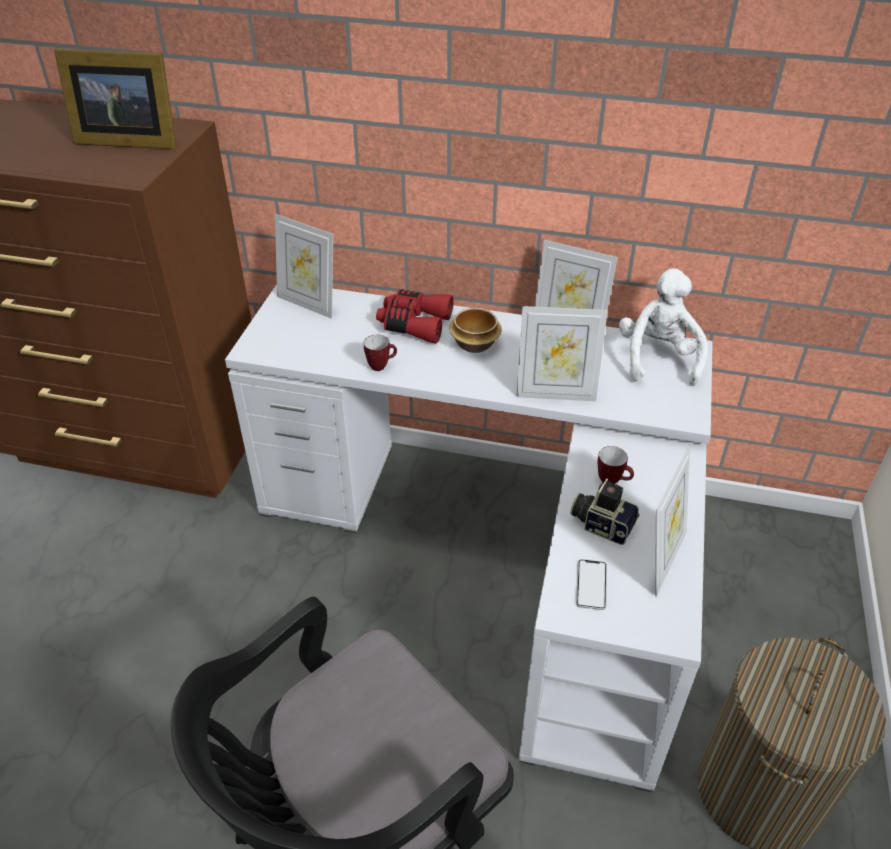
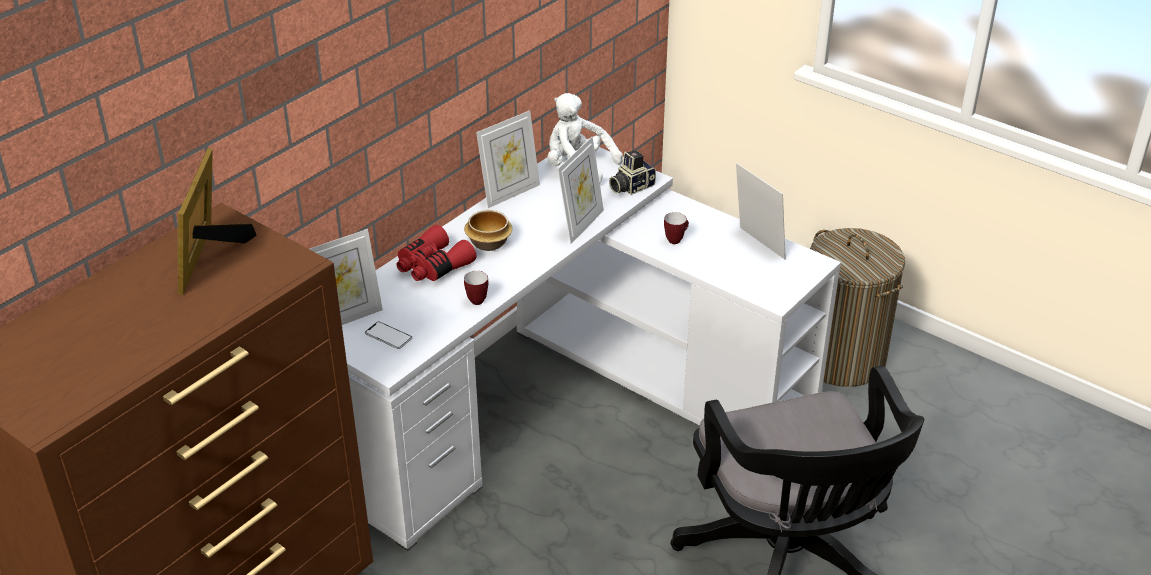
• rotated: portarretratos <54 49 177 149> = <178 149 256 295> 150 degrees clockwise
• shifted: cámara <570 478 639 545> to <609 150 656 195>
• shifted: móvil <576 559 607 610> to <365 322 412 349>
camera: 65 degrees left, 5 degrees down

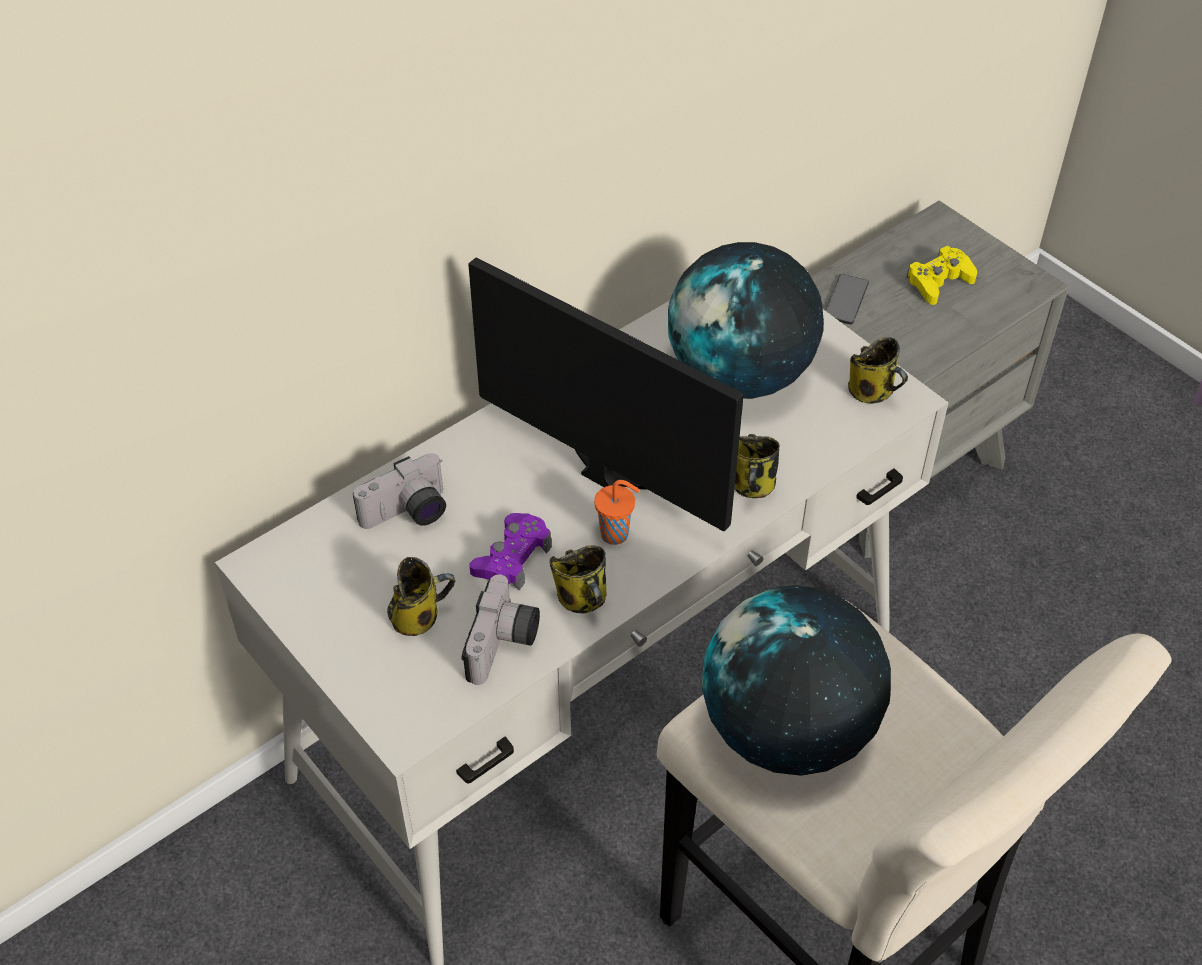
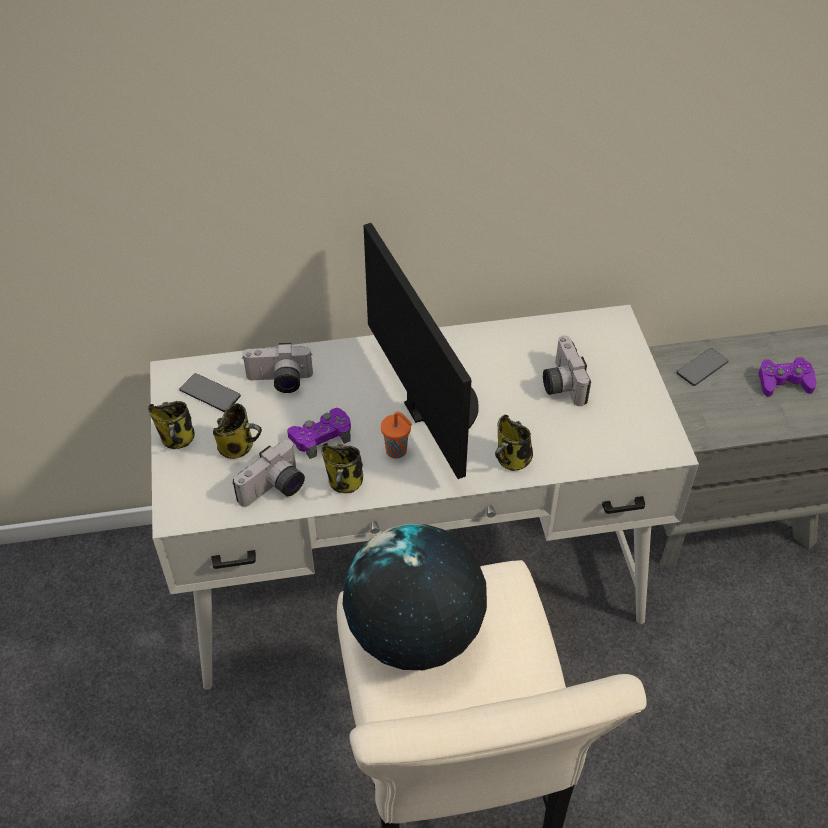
• swapped: globo terráqueo <668 242 824 399> to cámara <543 335 591 406>
• repainted: mando de consola/amarillo <906 246 977 305> to mando de consola/morado <758 357 817 397>
• shifted: taza grande <848 337 908 404> to <148 401 194 449>
• new: móvil <180 373 241 412>
camera: 30 degrees right, 0 degrees up

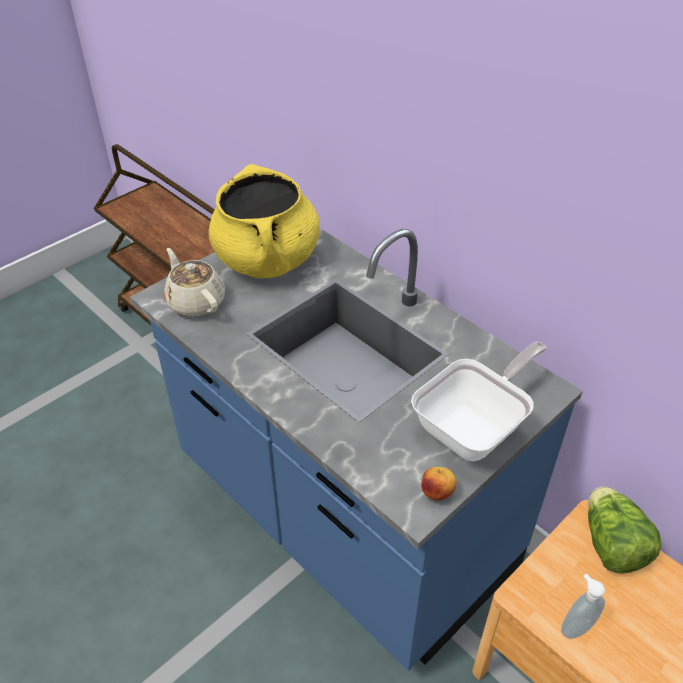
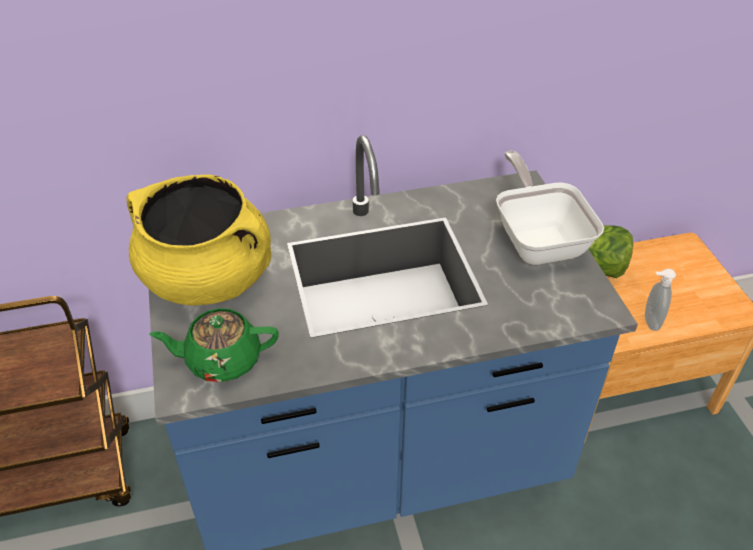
• repainted: tetera/beis <164 248 225 316> to tetera/verde <149 308 279 382>
• gone: manzana <421 467 457 501>
camera: 60 degrees left, 0 degrees up

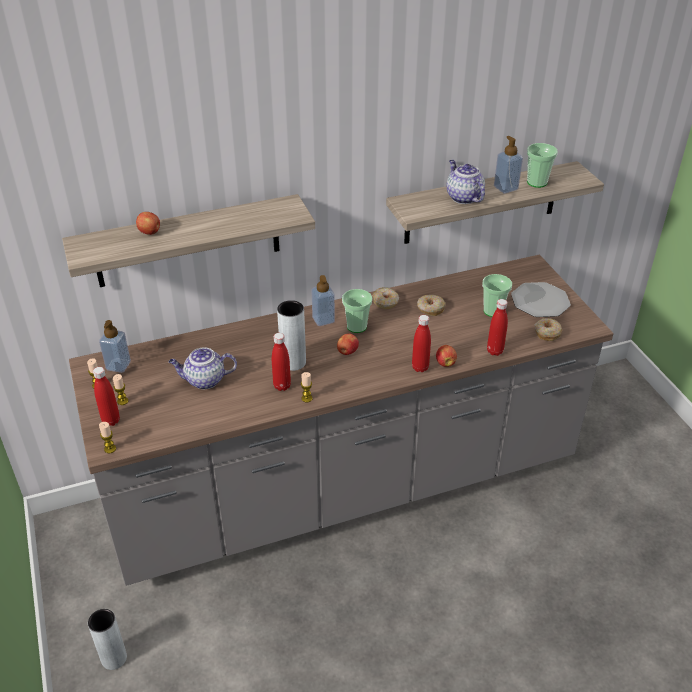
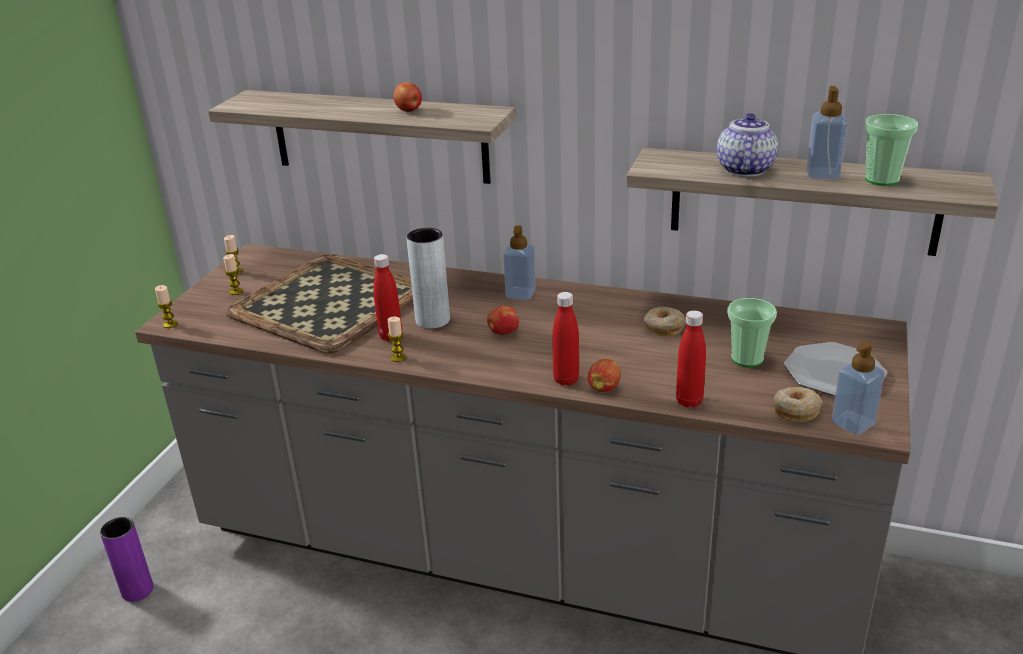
• shifted: manzana <136 212 160 235> to <393 82 422 112>
• gone: rosquilla <373 287 399 309>
• gone: taza <342 289 372 333>
• shifted: dispensador de jabón <99 320 131 373> to <831 342 885 435>
• swapped: tetera <169 348 237 389> to bandeja <226 254 413 353>
• gone: botella/rojo <93 367 120 426>
• repainted: florero/gris <88 609 127 670> to florero/morado <100 517 154 602>
camera: 40 degrees right, 10 degrees down

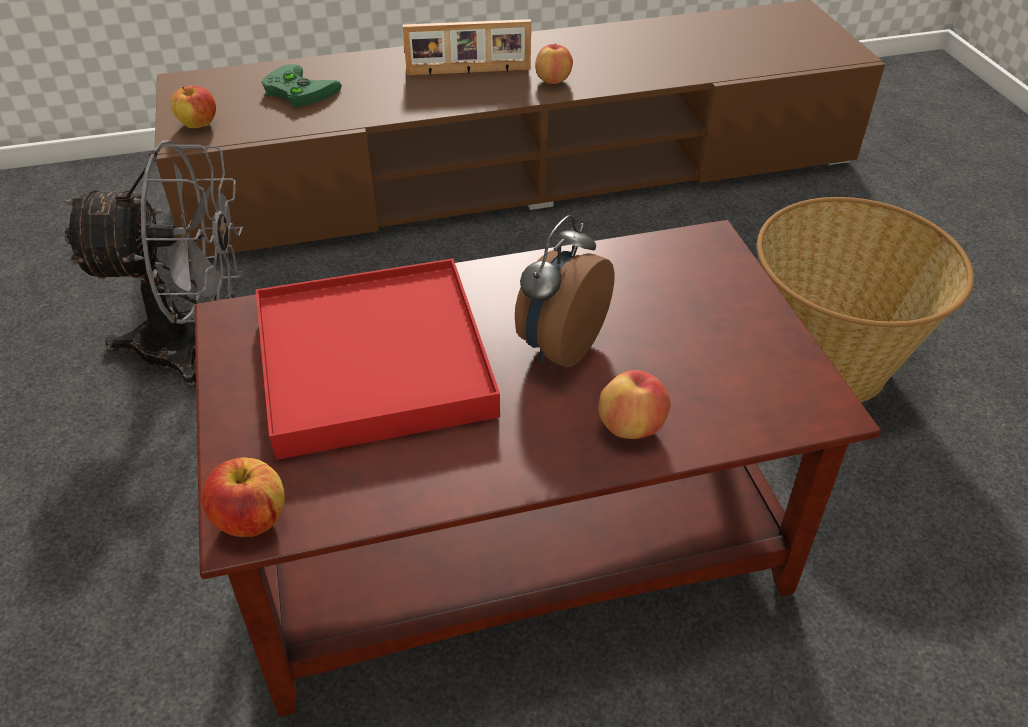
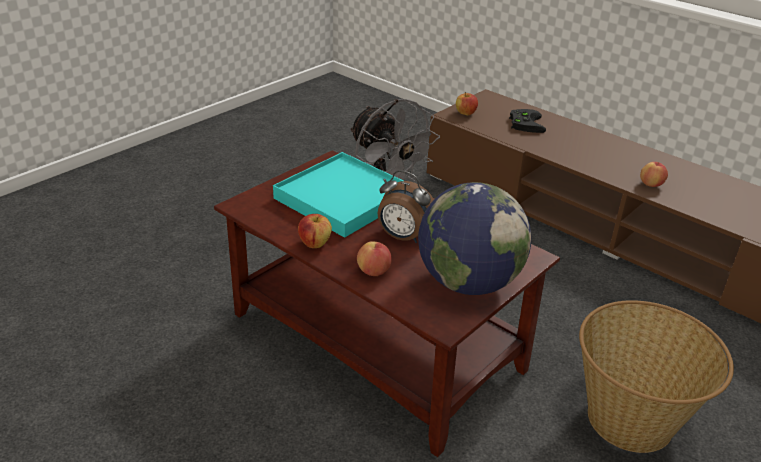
• gone: portarretratos <403 19 531 75>
• repainted: mando de consola/verde <261 64 342 108> to mando de consola/negro <509 109 546 133>
• rotated: despertador <515 215 615 367> = <378 170 434 243> 150 degrees counterclockwise
• repainted: bandeja/rojo <256 259 500 460> to bandeja/turquesa <273 152 403 238>
• shifted: manzana <202 457 285 537> to <298 214 332 248>
• new: globo terráqueo <418 182 531 295>
camera: 55 degrees right, 10 degrees down

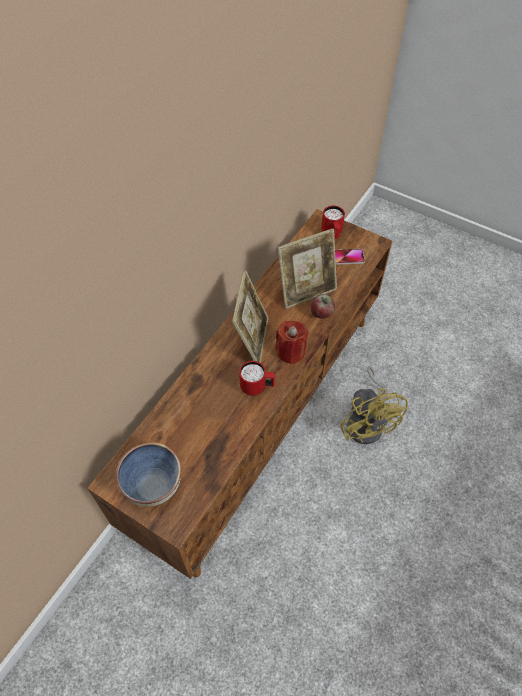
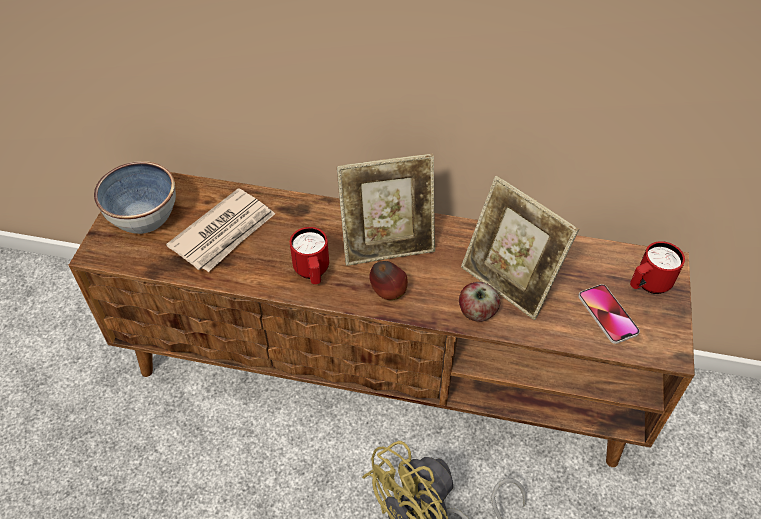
• swapped: vela/rojo <275 321 309 364> to manzana <369 261 408 300>
• new: periódico <166 188 275 272>
camera: 70 degrees right, 5 degrees down

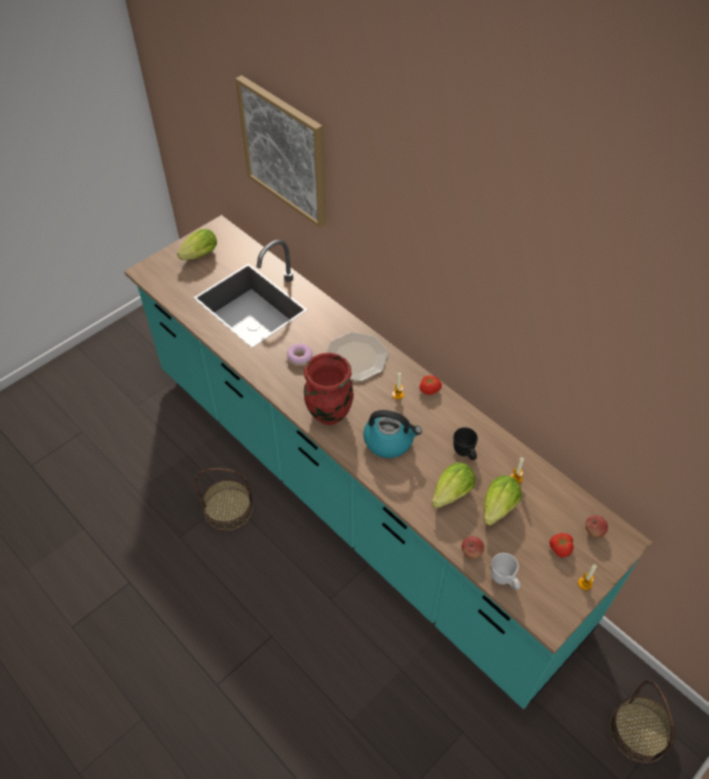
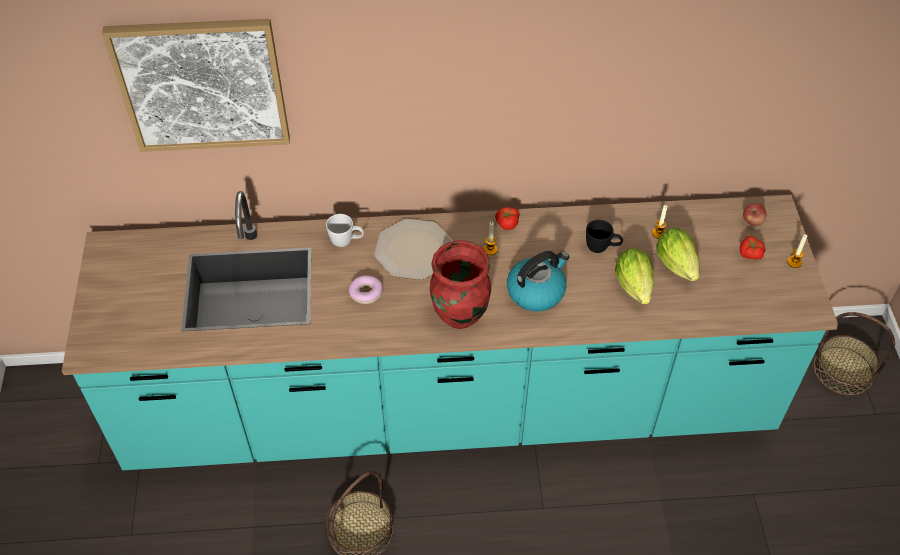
• gone: lechuga <177 229 217 260>
• gone: manzana <461 536 484 559>
• shifted: taza grande/blanco <491 553 521 590> to <326 214 364 247>
camera: 50 degrees left, 0 degrees up

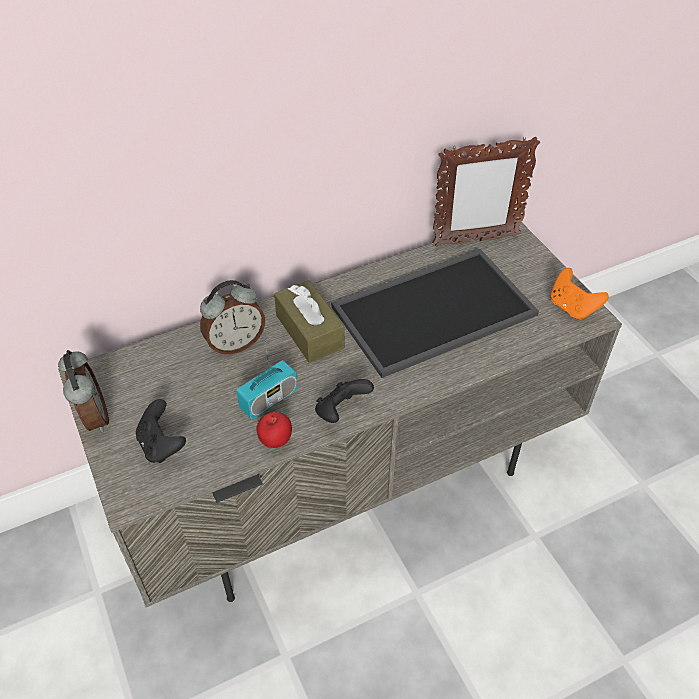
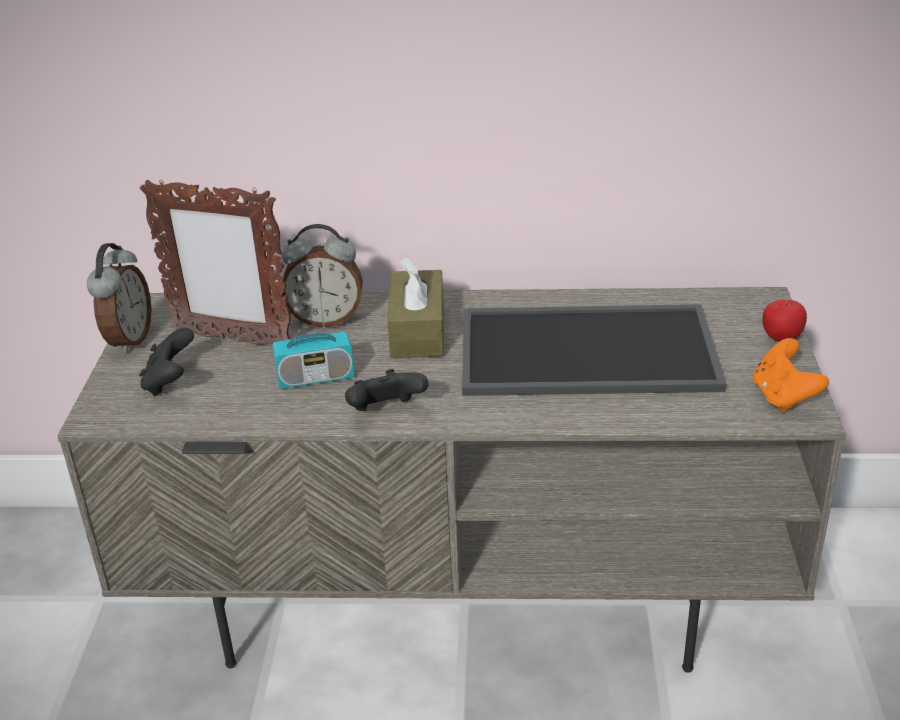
• shifted: portarretratos <432 136 540 247> to <140 179 291 345>
• shifted: manzana <256 412 292 448> to <762 300 807 342>
camera: 30 degrees right, 15 degrees down

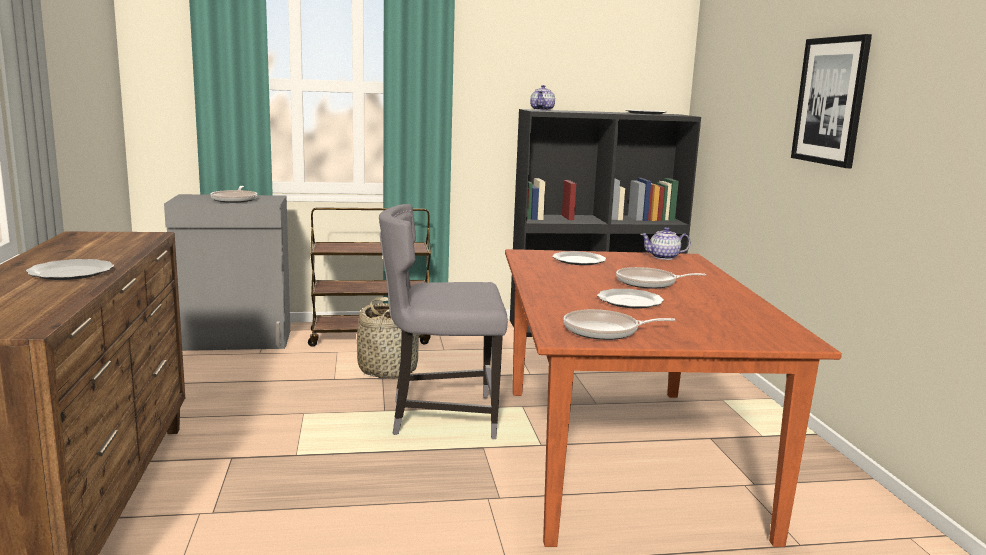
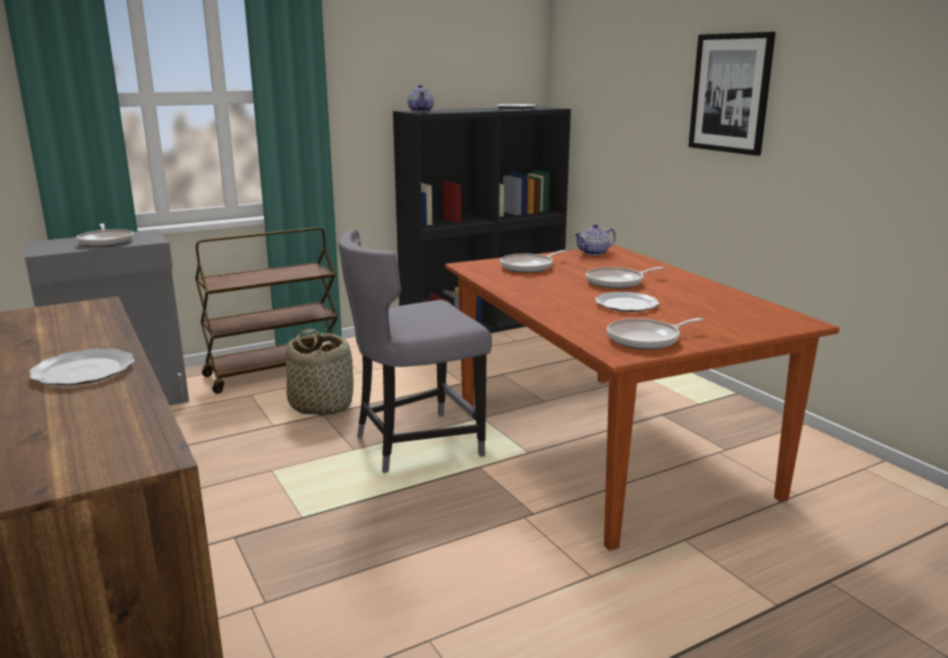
• swapped: plato <552 251 606 265> to sartén <500 250 566 273>
camera: 20 degrees left, 5 degrees up

